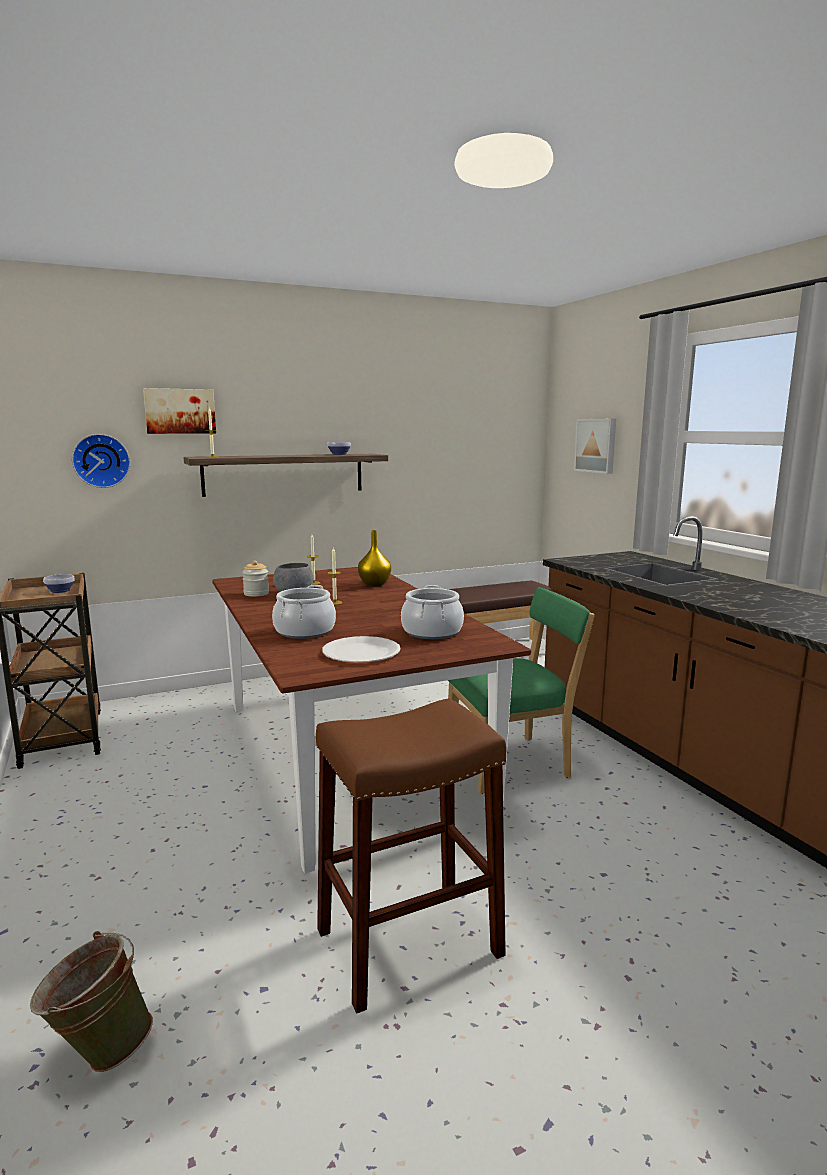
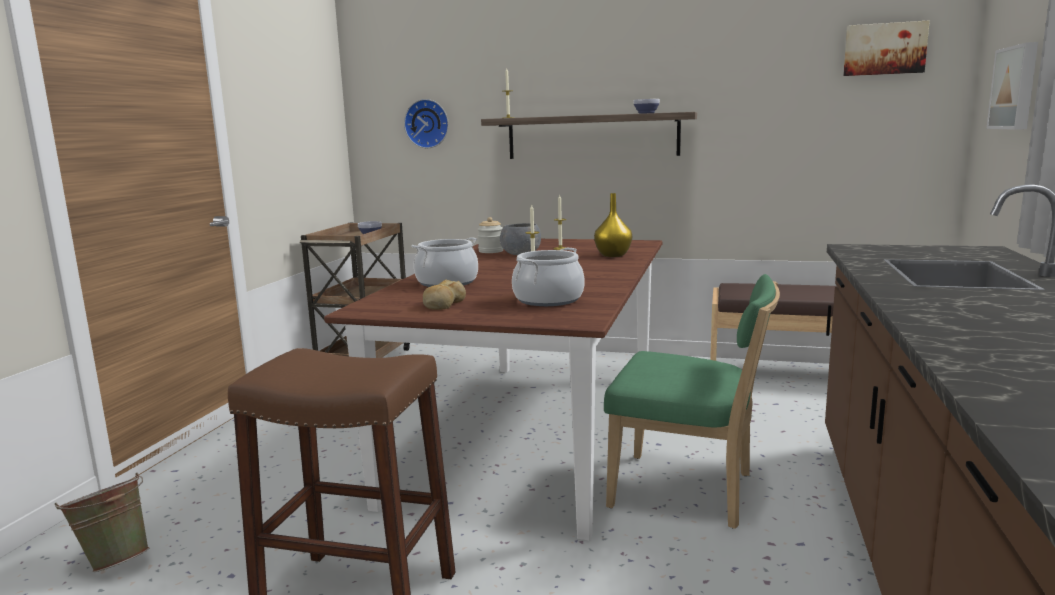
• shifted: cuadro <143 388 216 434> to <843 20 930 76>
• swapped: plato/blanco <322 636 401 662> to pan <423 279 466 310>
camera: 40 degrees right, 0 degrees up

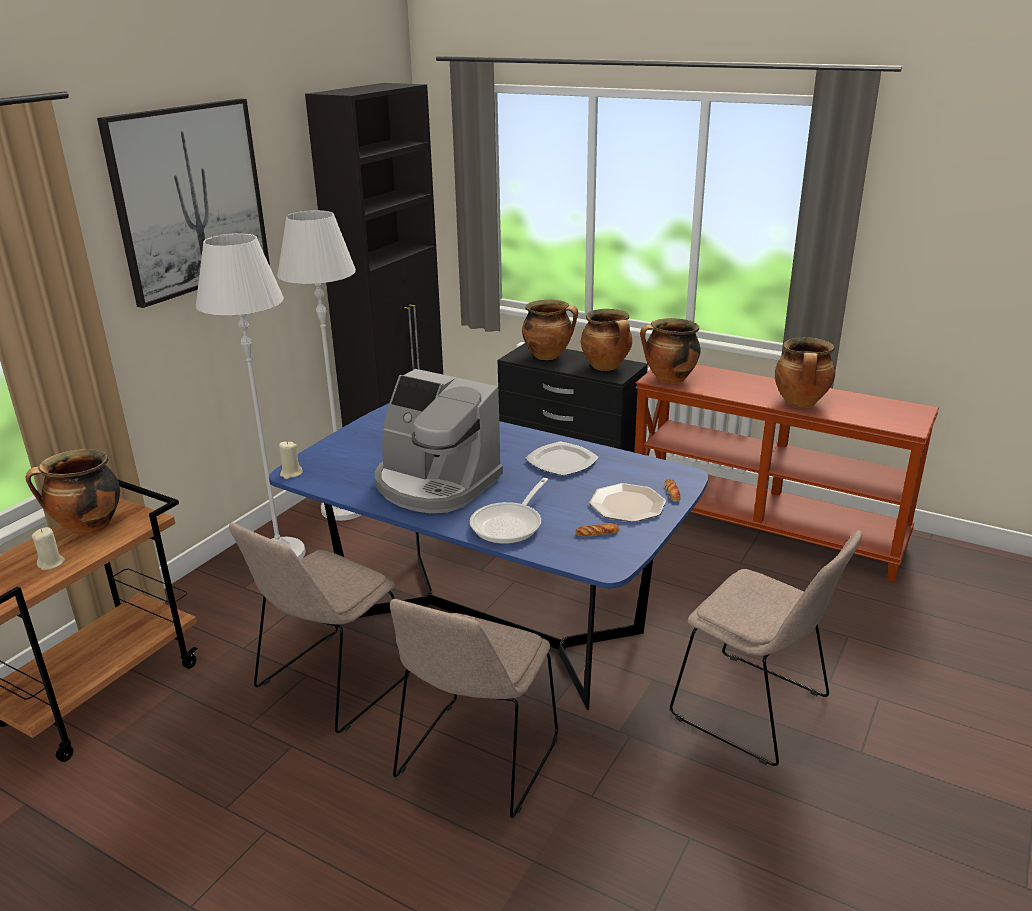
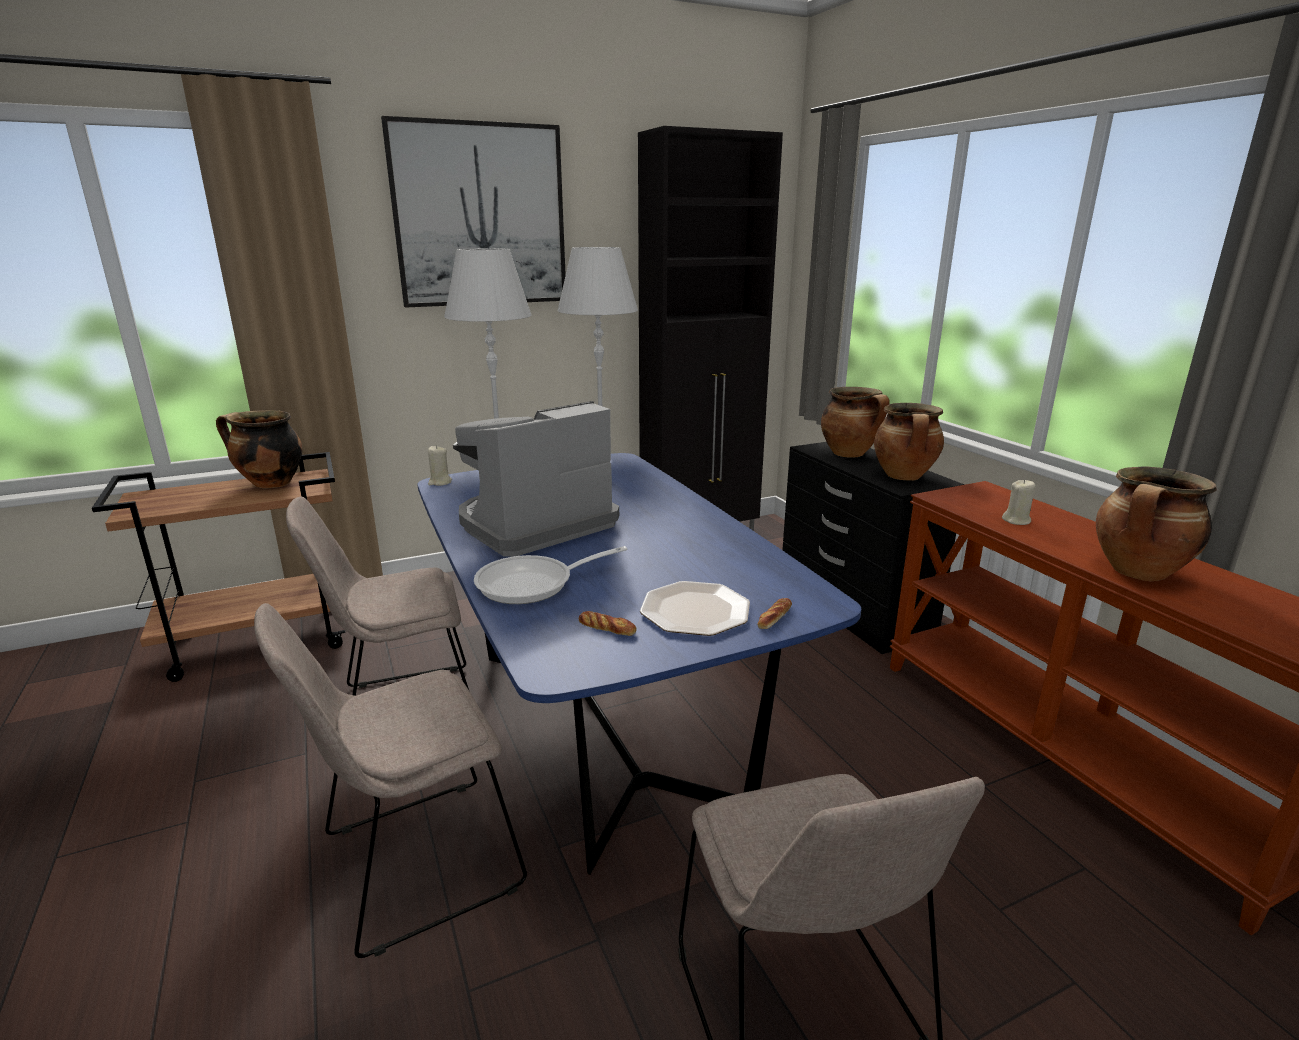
• gone: olla <640 318 701 384>
• rotated: cafetera <375 369 503 513> = <453 401 619 557> 75 degrees clockwise
• gone: plato <525 441 599 476>
• shifted: vela/beis <32 527 65 570> to <1002 479 1036 525>
camera: 35 degrees right, 5 degrees down

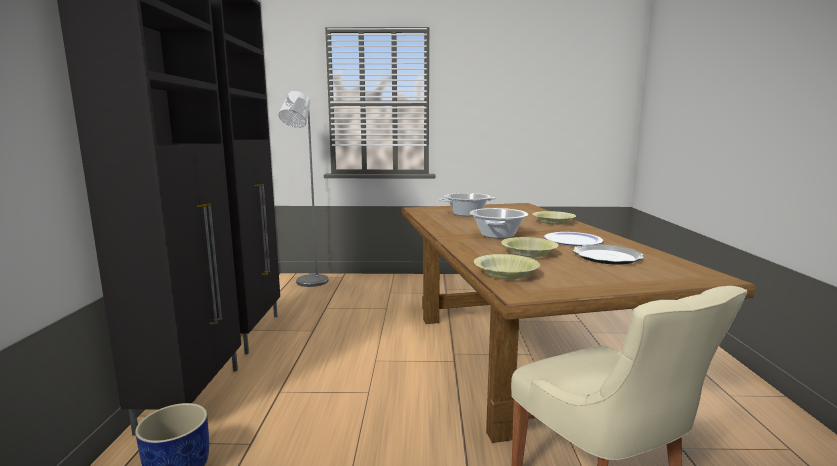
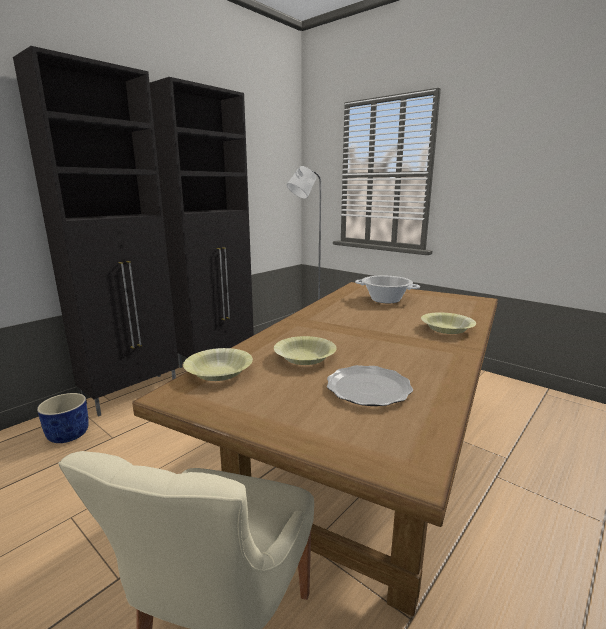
• gone: olla <470 208 528 239>
• gone: plato <544 232 603 246>
camera: 40 degrees right, 5 degrees up

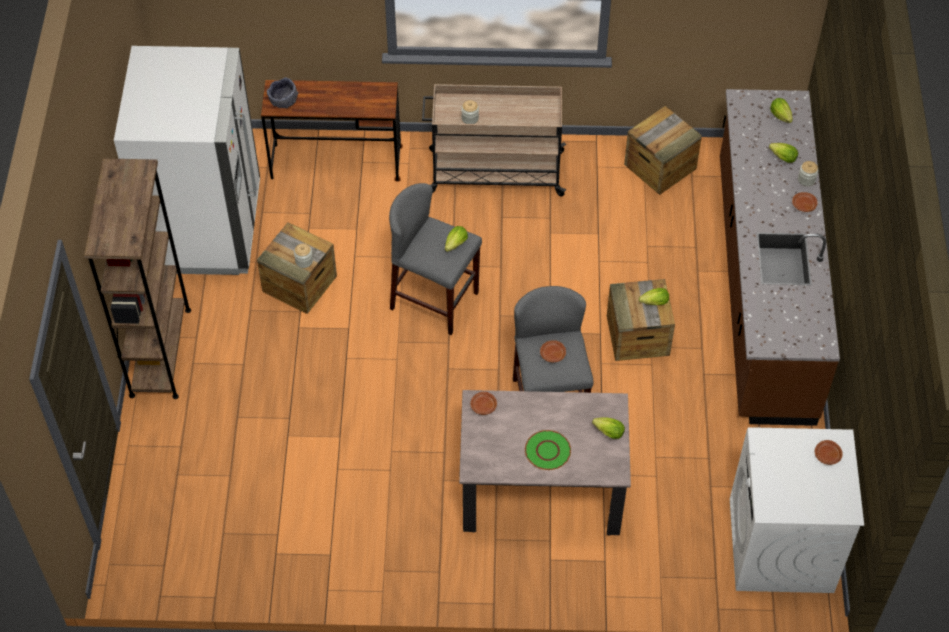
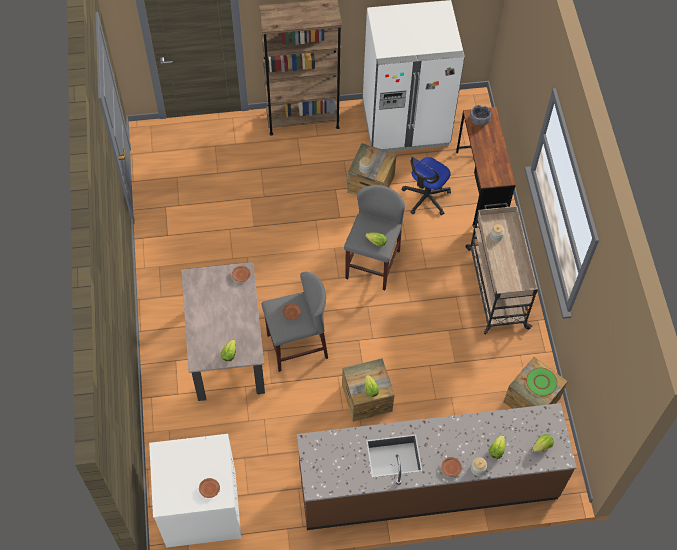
• shifted: plato/verde <525 430 571 470> to <526 367 558 396>
• new: silla de oficina <402 157 451 215>
camera: 80 degrees right, 5 degrees up

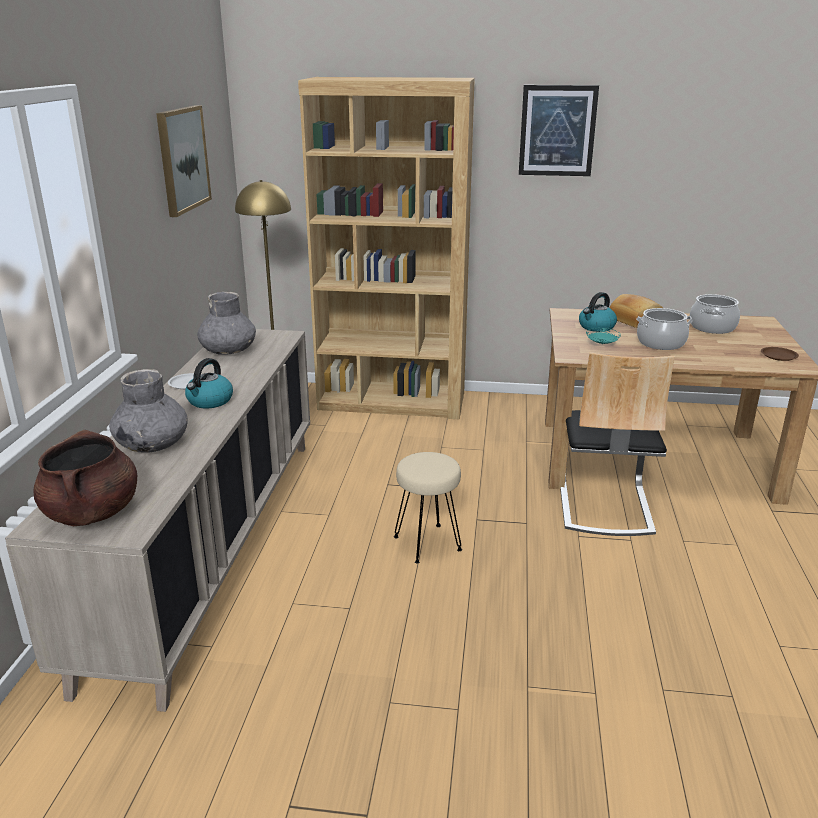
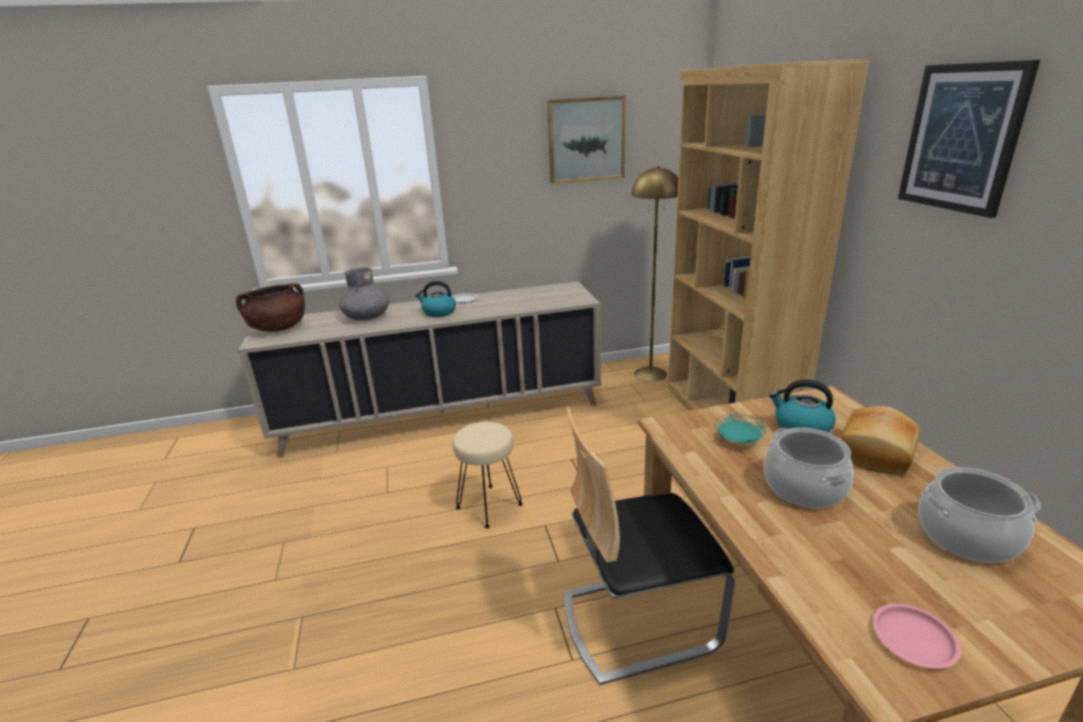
• gone: florero/gris <197 292 256 355>
• repainted: plato/marrón <761 347 799 361> to plato/rosa <872 604 961 668>
camera: 70 degrees right, 0 degrees up

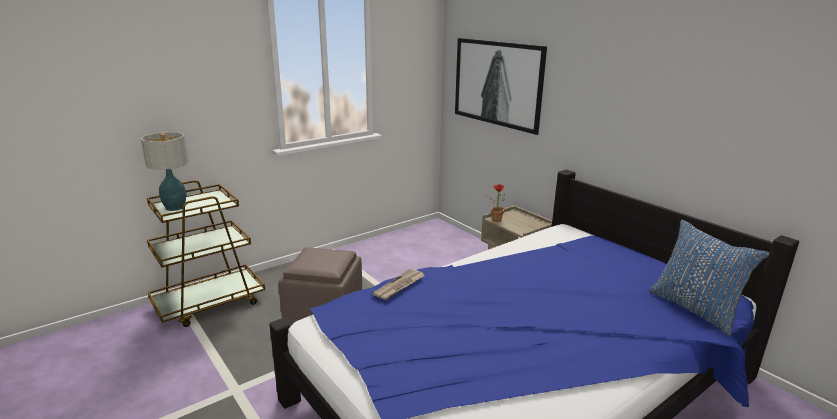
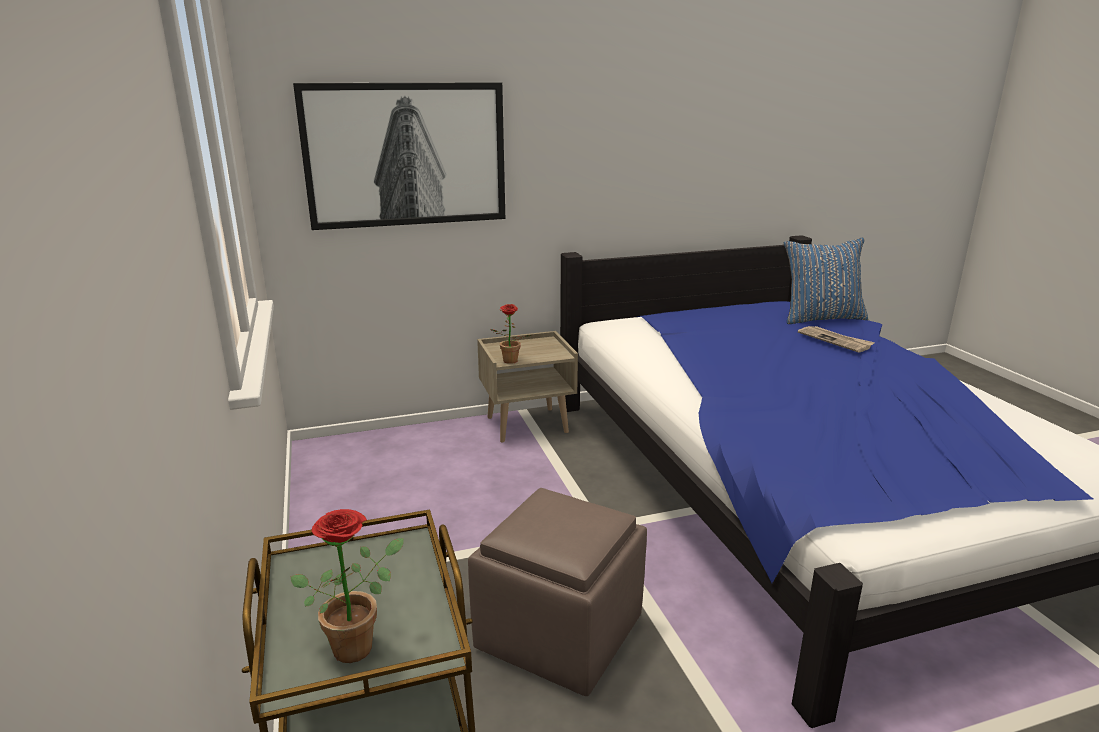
• swapped: lámpara de mesa <141 132 188 211> to planta en maceta <290 509 404 663>
• shifted: periódico <373 268 425 300> to <798 326 875 353>
camera: 70 degrees left, 0 degrees up

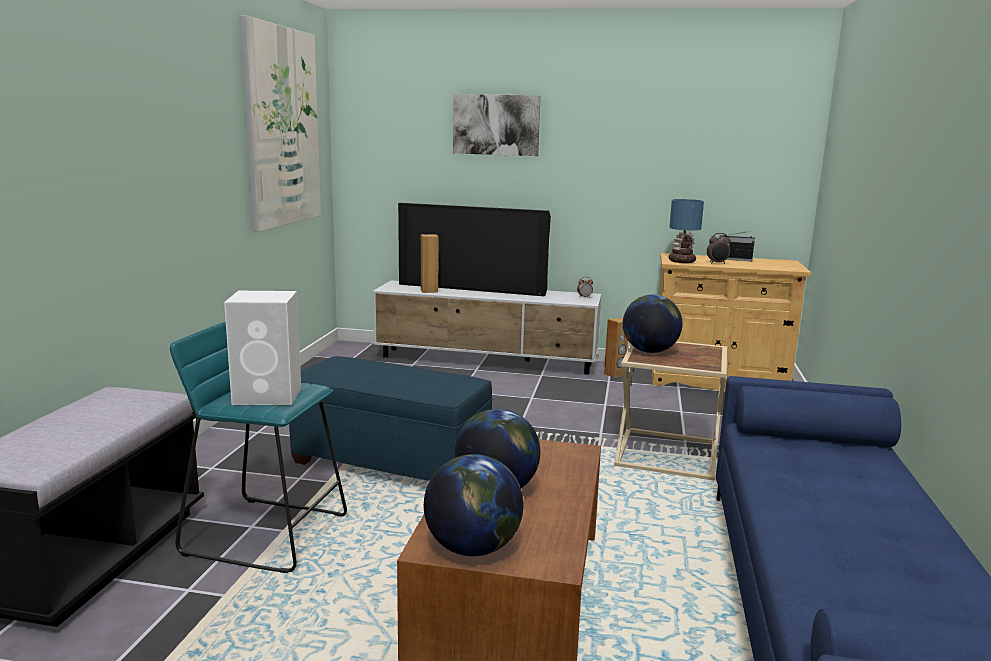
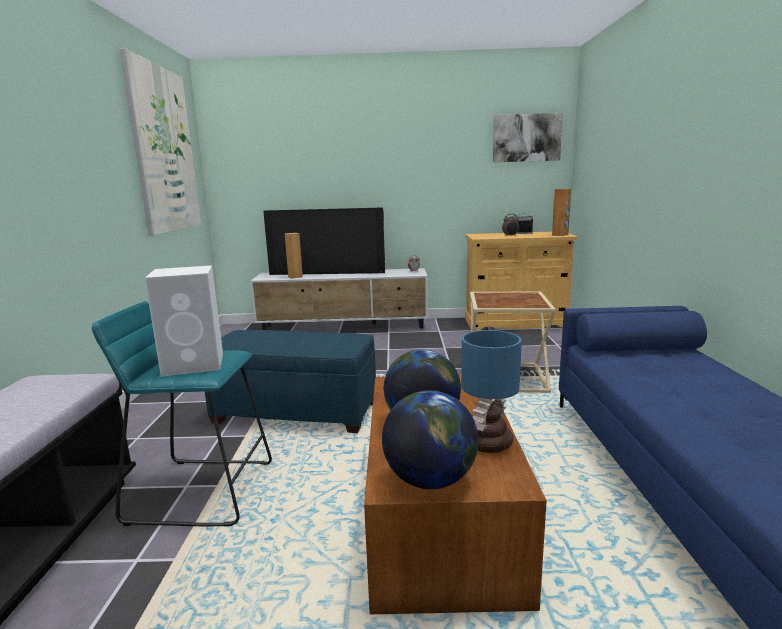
• shifted: cuadro <453 94 541 156> to <493 113 563 162>
• shifted: lámpara de mesa <669 199 704 263> to <461 330 522 453>
• gone: globo terráqueo <623 294 683 353>
• shifted: altavoz/marrón <604 318 628 378> to <552 189 571 236>
camera: 10 degrees left, 0 degrees up

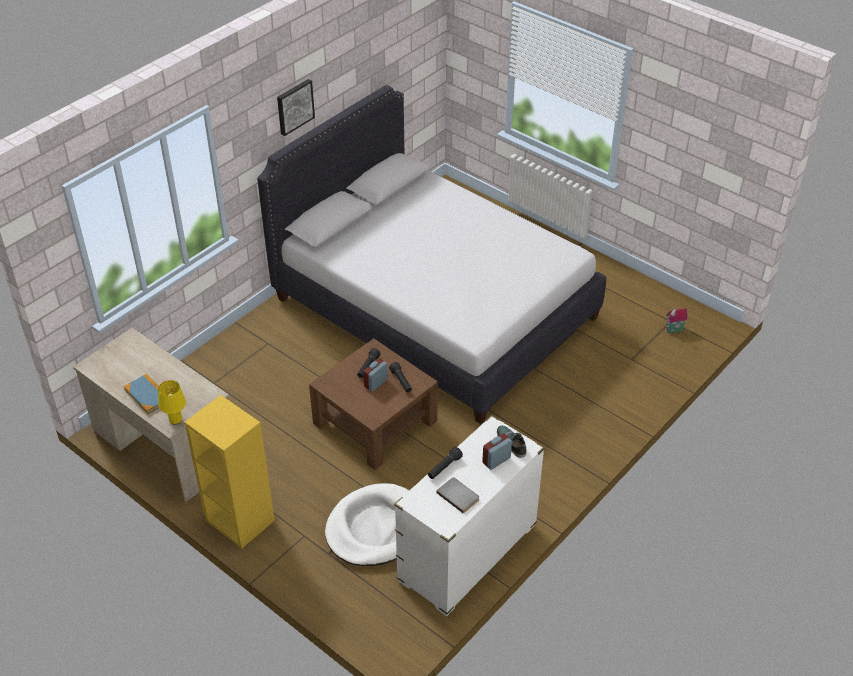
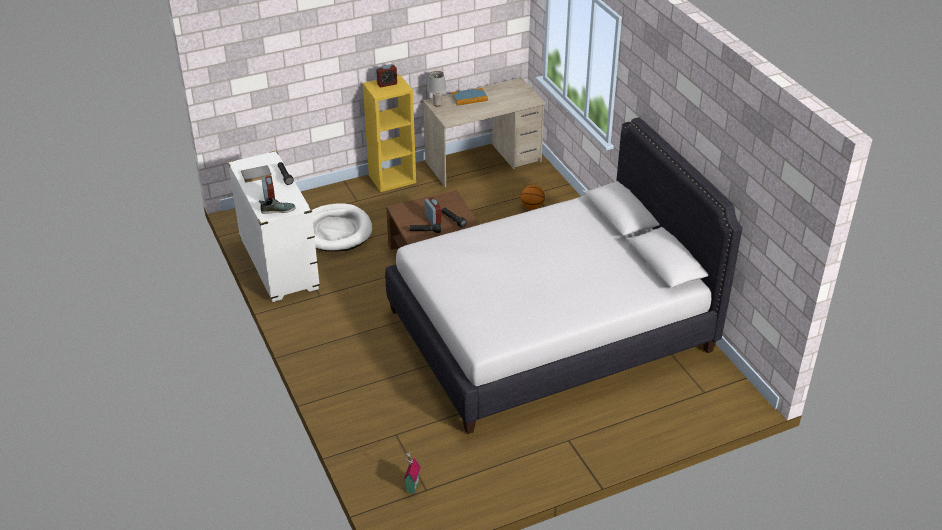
• gone: cuadro <277 79 315 136>
• repainted: lámpara de mesa/amarillo <158 380 186 425> to lámpara de mesa/gris <427 71 446 107>
• new: despertador <376 64 397 87>
• new: balón de baloncesto <520 185 545 209>
camera: 115 degrees right, 5 degrees down

